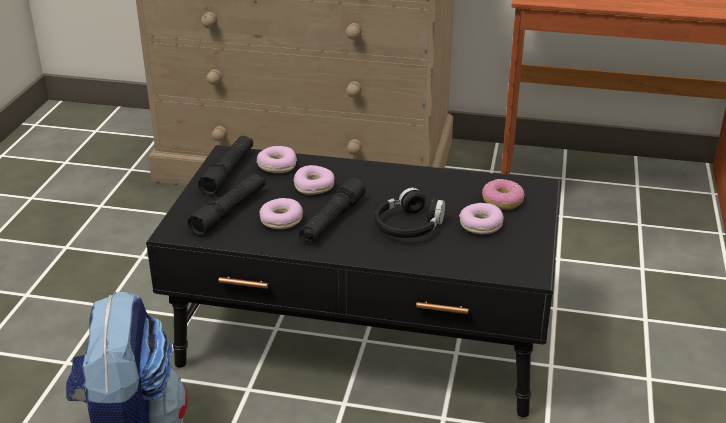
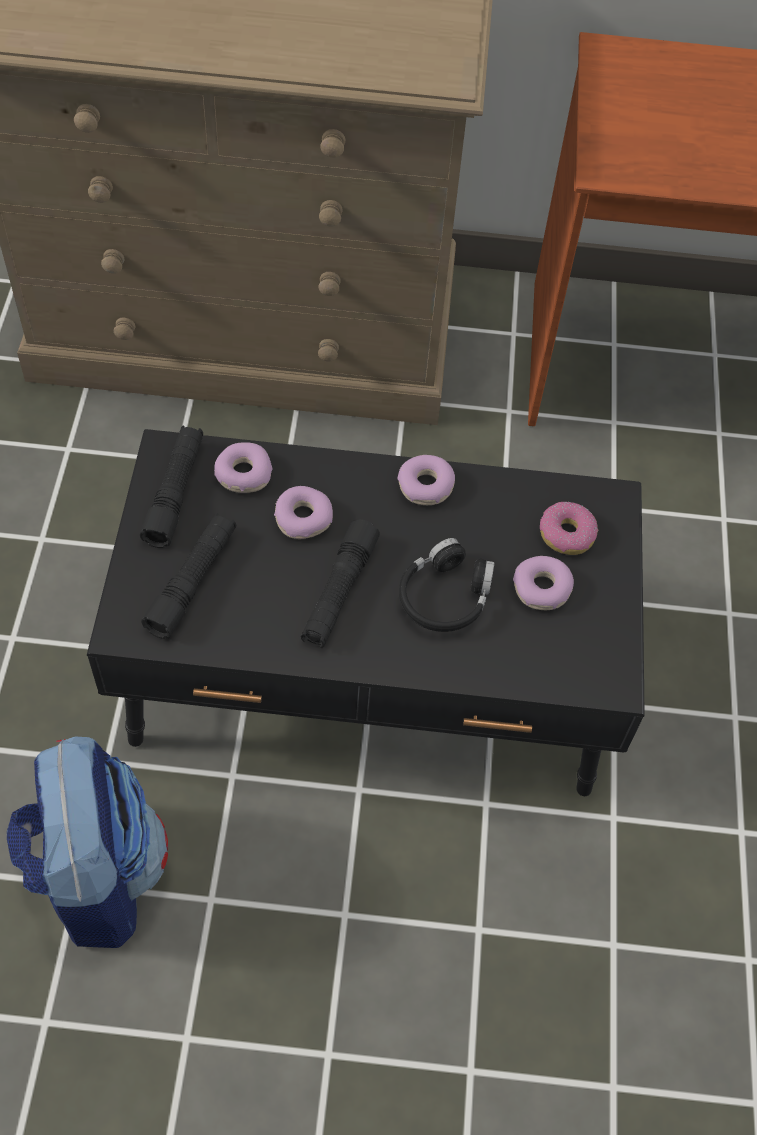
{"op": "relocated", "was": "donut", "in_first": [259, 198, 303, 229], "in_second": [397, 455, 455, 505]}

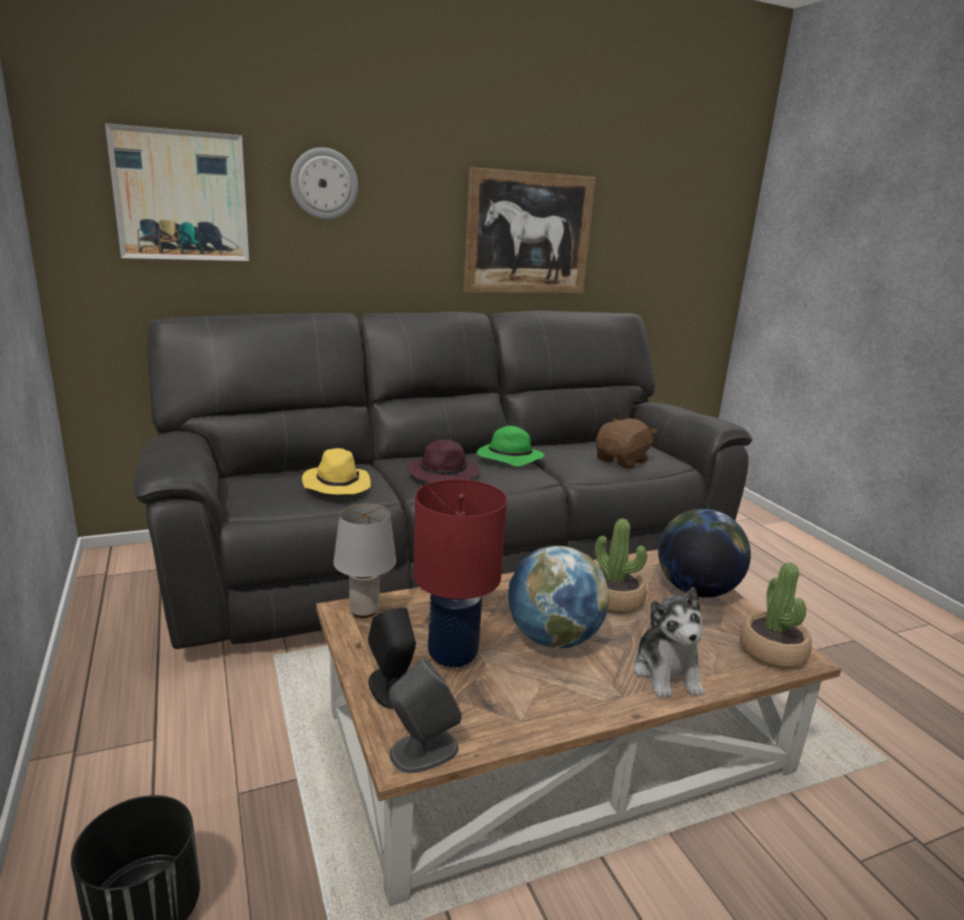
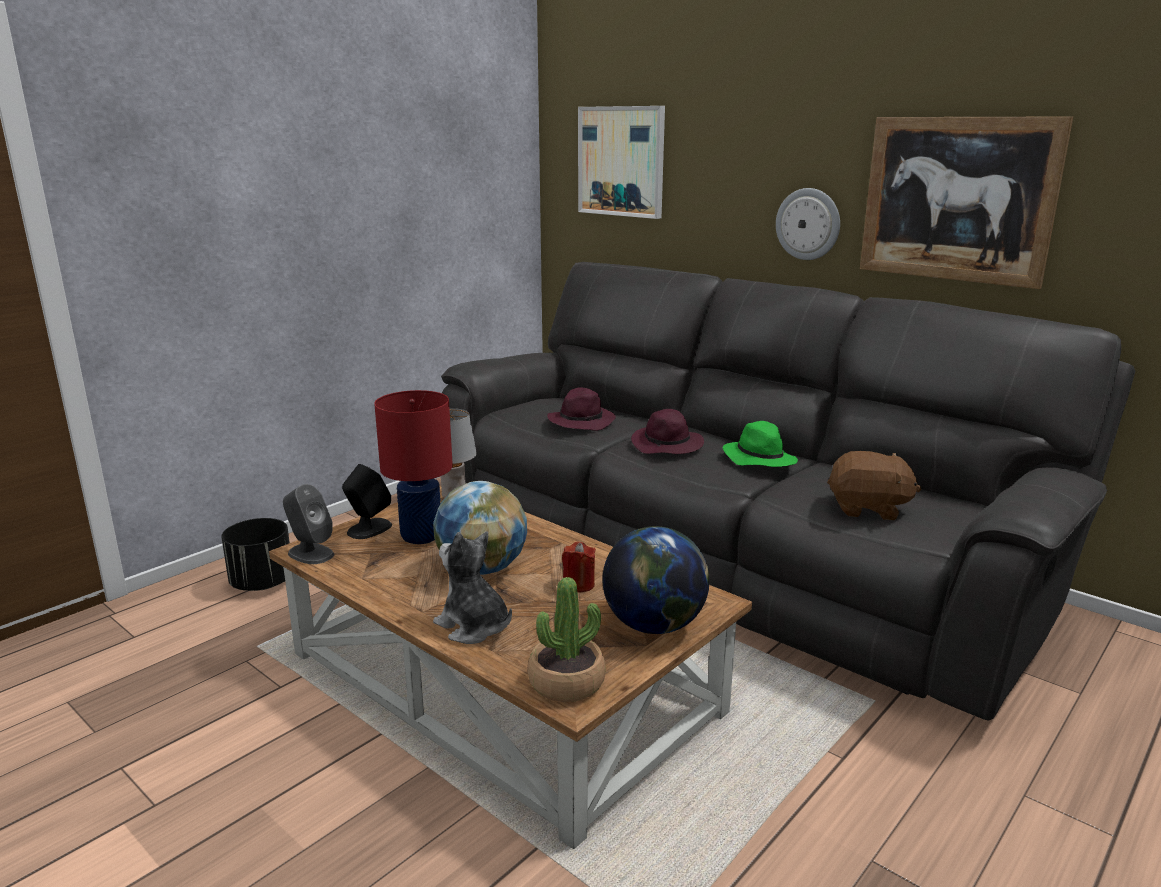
{"op": "relocated", "was": "wall_clock", "in_first": [291, 147, 358, 220], "in_second": [776, 188, 840, 260]}
{"op": "colour", "was": "yellow_hat", "now": "purple_hat", "in_first": [302, 448, 371, 495], "in_second": [547, 387, 616, 431]}
{"op": "exchanged", "was": "potted_plant", "now": "red_candle", "in_first": [595, 519, 647, 614], "in_second": [562, 542, 596, 592]}
{"op": "spun", "was": "plush_toy", "in_first": [633, 587, 704, 698], "in_second": [433, 531, 512, 644], "clockwise": 75}

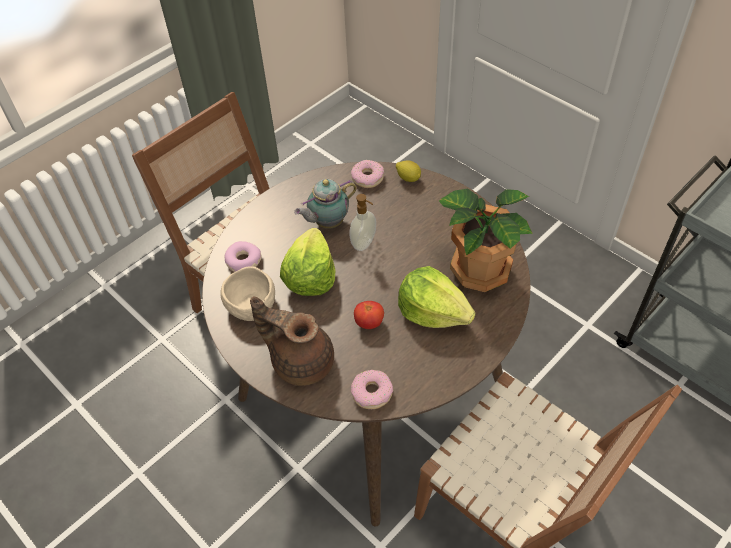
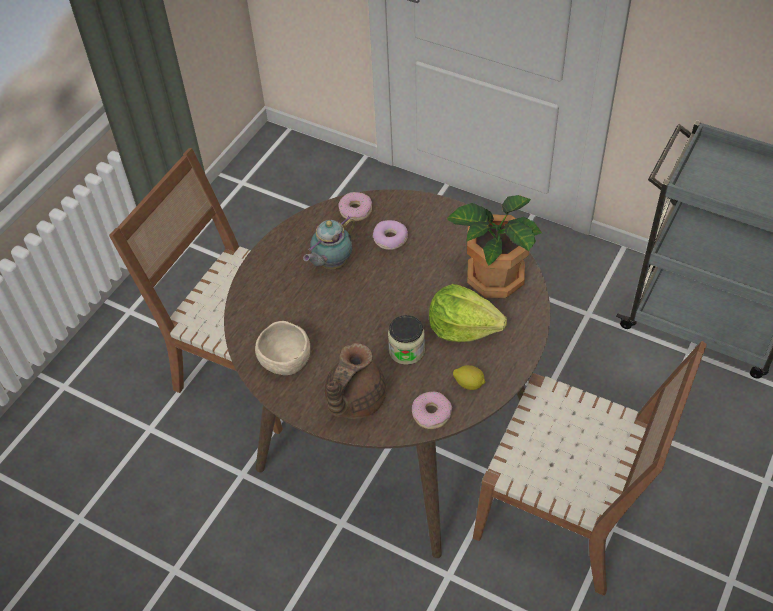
{"op": "relocated", "was": "lemon", "in_first": [396, 160, 421, 182], "in_second": [453, 365, 485, 390]}
{"op": "missing", "was": "soap_dispenser", "in_first": [349, 194, 376, 251]}
{"op": "missing", "was": "lettuce", "in_first": [280, 228, 335, 296]}
{"op": "relocated", "was": "donut", "in_first": [224, 241, 261, 272], "in_second": [373, 220, 408, 250]}
{"op": "spun", "was": "brown_teapot", "in_first": [250, 297, 334, 386], "in_second": [325, 343, 386, 419], "clockwise": -75}
{"op": "exchanged", "was": "tomato", "now": "jar", "in_first": [354, 301, 384, 329], "in_second": [388, 315, 425, 365]}

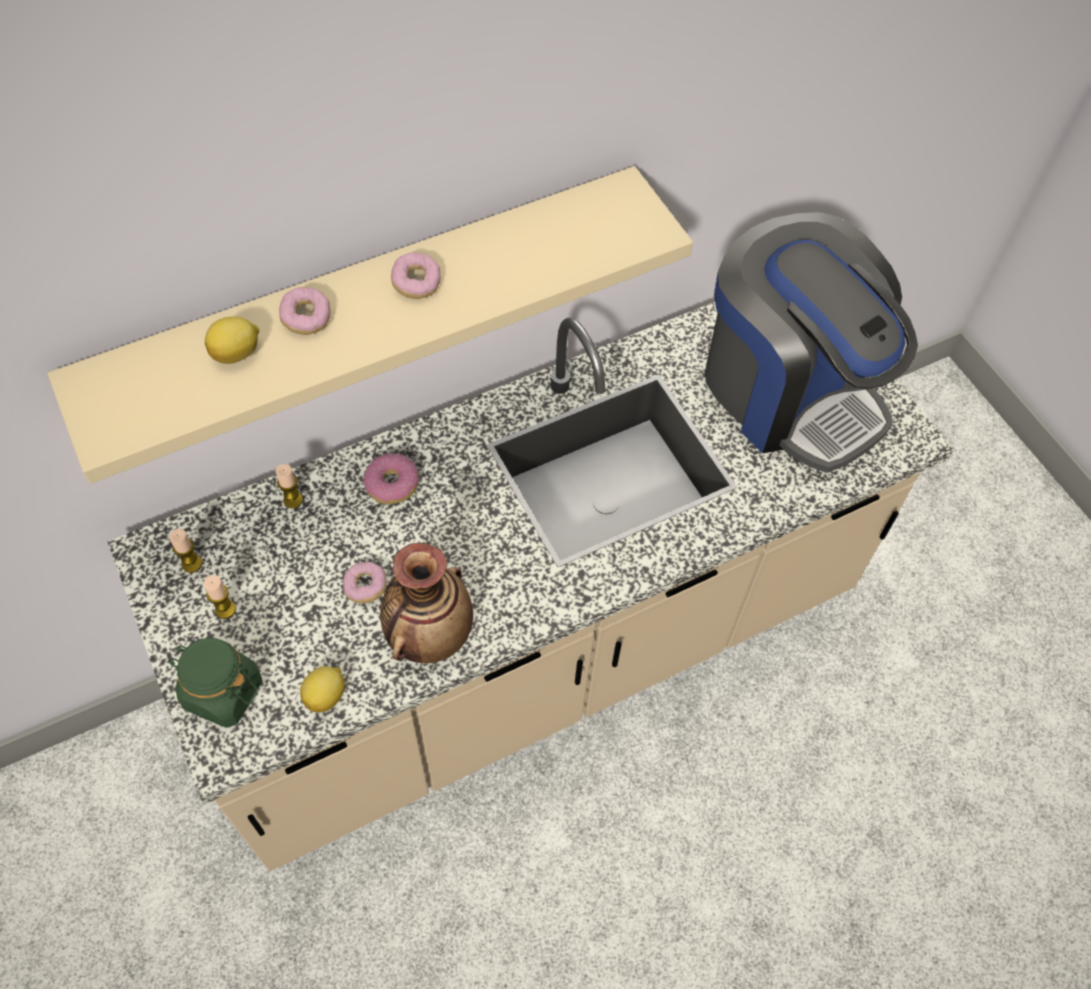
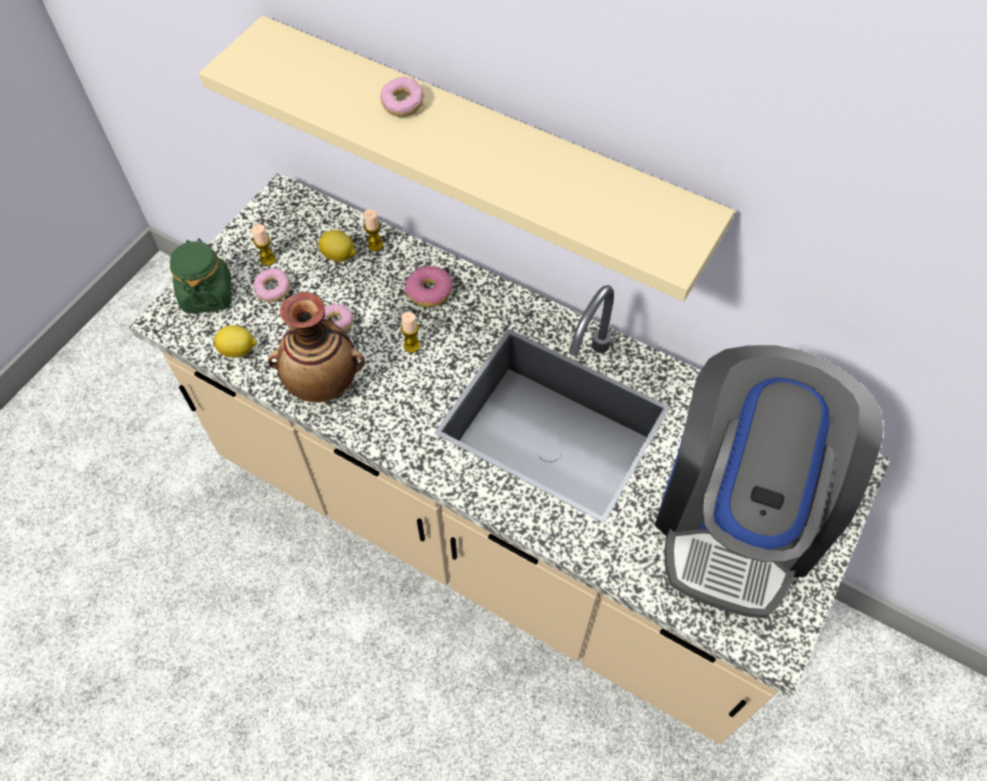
{"op": "relocated", "was": "donut", "in_first": [391, 252, 440, 299], "in_second": [253, 268, 290, 302]}
{"op": "relocated", "was": "lemon", "in_first": [205, 317, 259, 364], "in_second": [319, 230, 356, 262]}
{"op": "relocated", "was": "candle", "in_first": [169, 529, 202, 573], "in_second": [401, 312, 420, 353]}

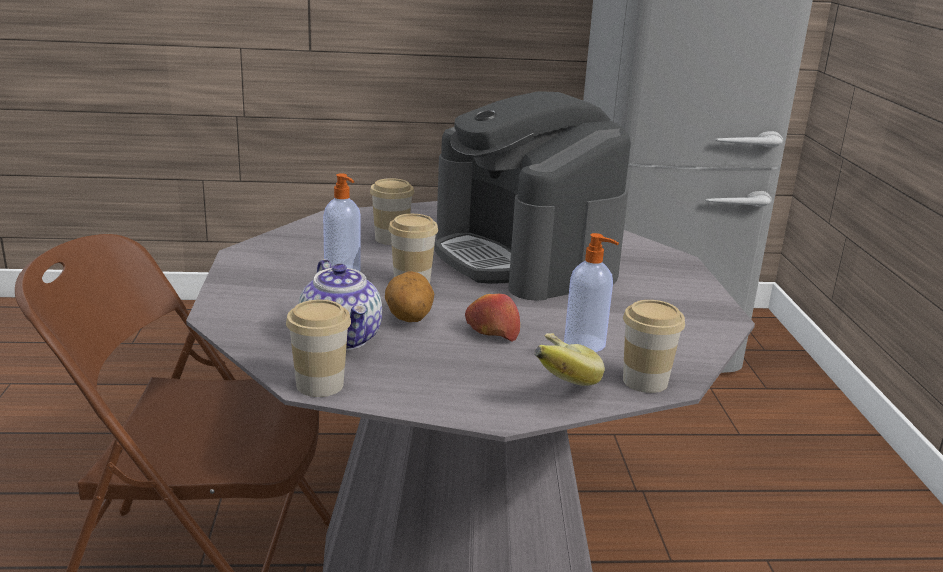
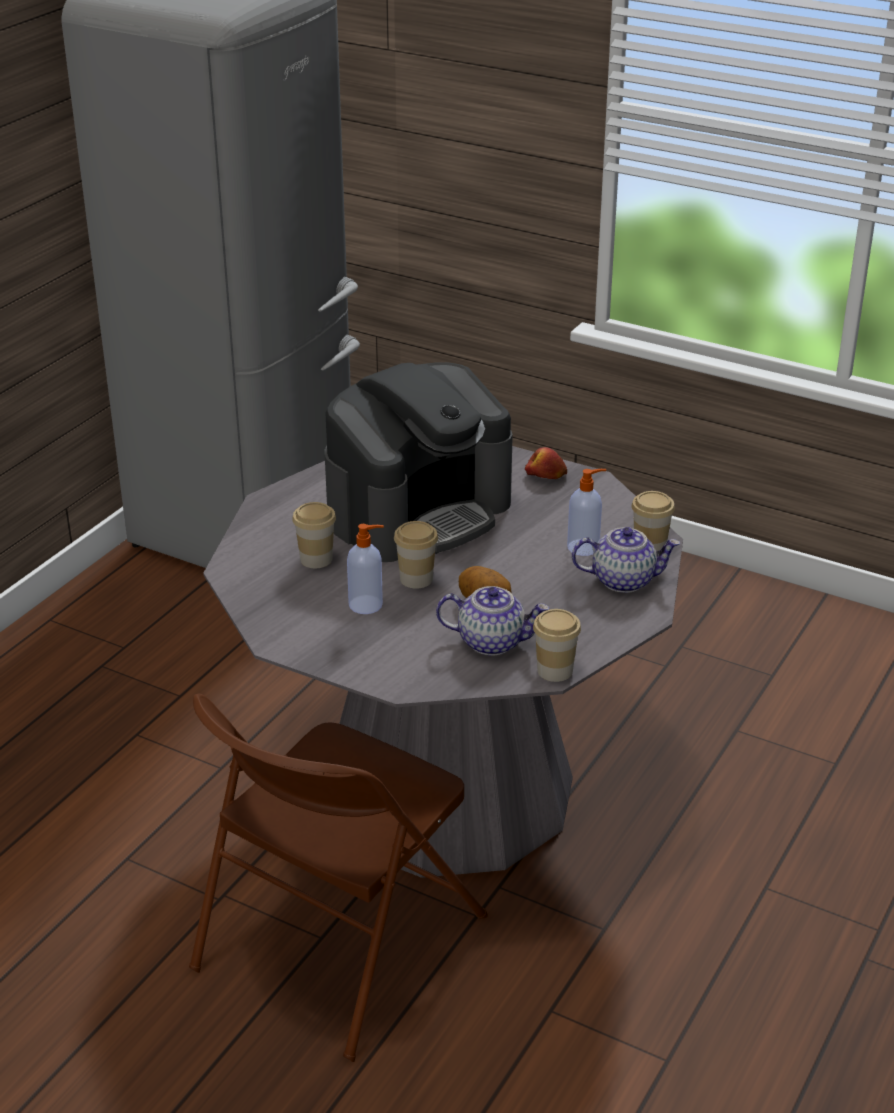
{"op": "spun", "was": "coffee_machine", "in_first": [434, 91, 631, 301], "in_second": [325, 362, 513, 562], "clockwise": -45}
{"op": "relocated", "was": "apple", "in_first": [465, 294, 520, 342], "in_second": [525, 447, 567, 479]}
{"op": "exchanged", "was": "banana", "now": "teapot", "in_first": [534, 333, 605, 386], "in_second": [572, 527, 680, 593]}

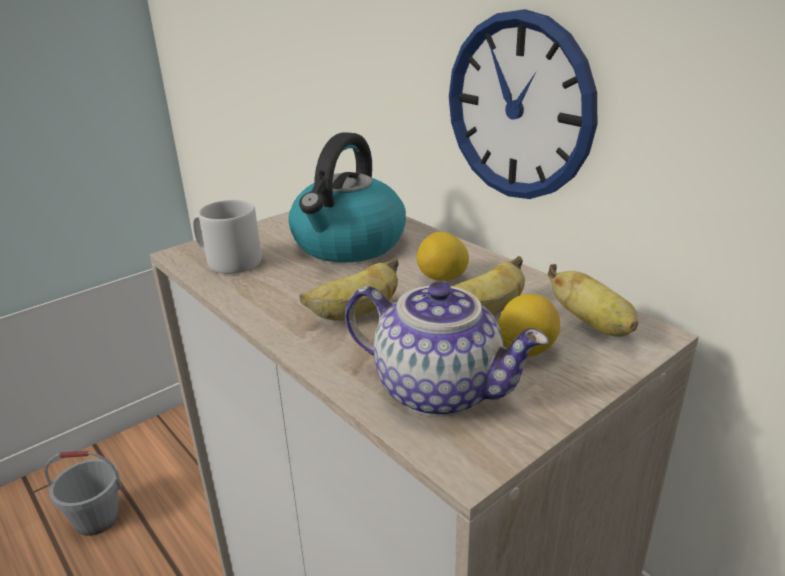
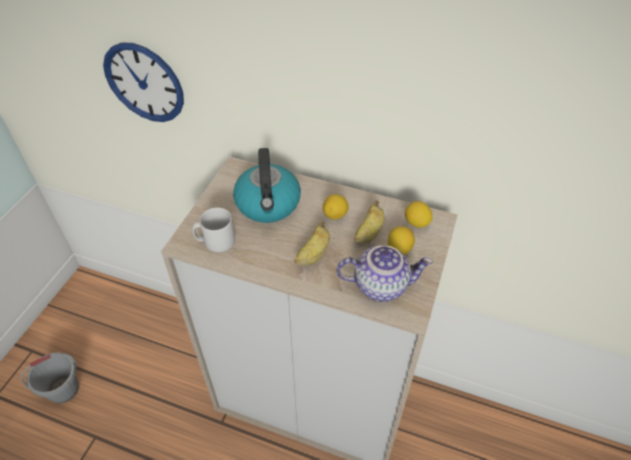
{"op": "relocated", "was": "wall_clock", "in_first": [449, 9, 597, 199], "in_second": [103, 42, 184, 122]}
{"op": "exchanged", "was": "banana", "now": "lemon", "in_first": [548, 264, 638, 337], "in_second": [405, 201, 432, 228]}

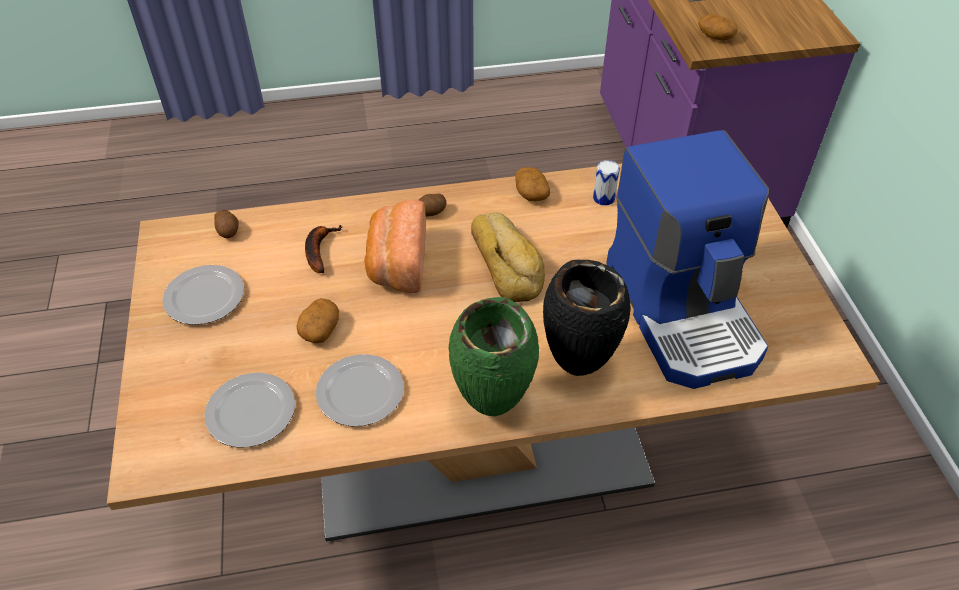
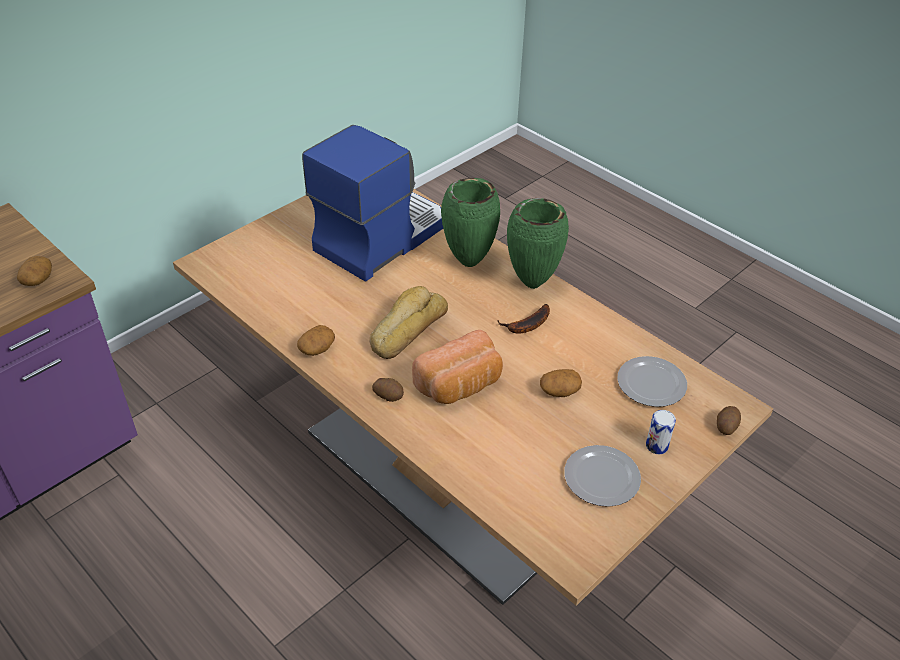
{"op": "relocated", "was": "can", "in_first": [593, 160, 620, 206], "in_second": [646, 410, 676, 454]}
{"op": "relocated", "was": "potato", "in_first": [214, 210, 239, 238], "in_second": [717, 406, 741, 435]}
{"op": "relocated", "was": "banana", "in_first": [305, 225, 342, 273], "in_second": [498, 304, 550, 334]}
{"op": "colour", "was": "black_vase", "now": "green_vase", "in_first": [543, 260, 631, 376], "in_second": [441, 178, 500, 267]}
{"op": "missing", "was": "plate", "in_first": [316, 354, 404, 426]}

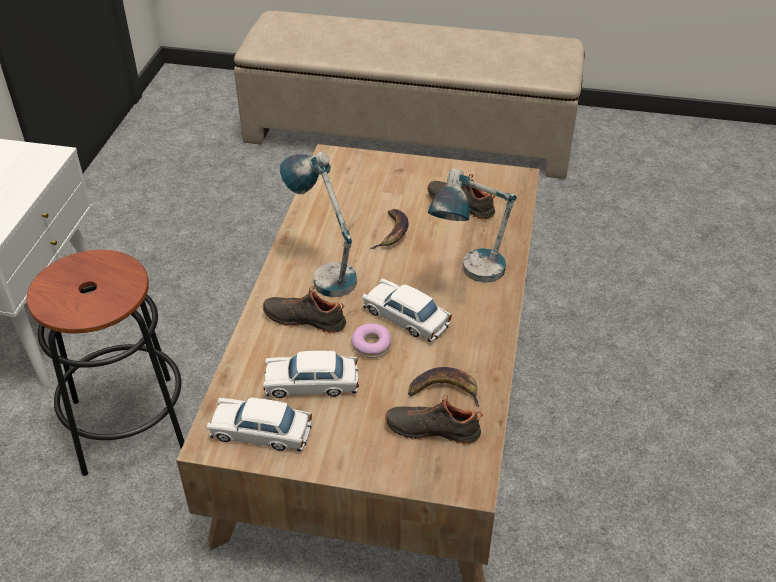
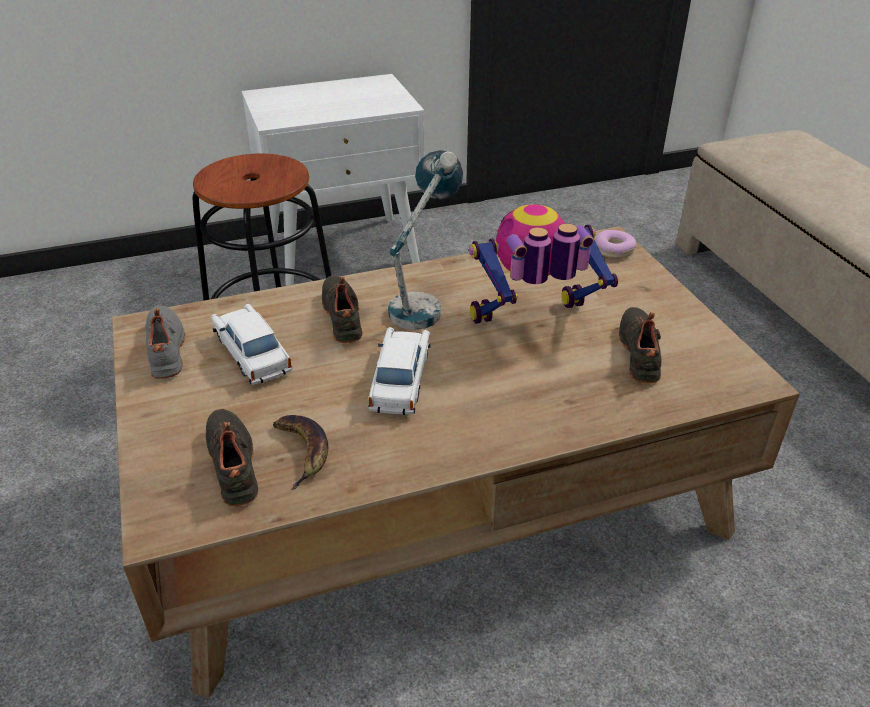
{"op": "missing", "was": "table_lamp", "in_first": [428, 169, 517, 283]}
{"op": "exchanged", "was": "banana", "now": "toy_robot", "in_first": [371, 209, 409, 249], "in_second": [469, 204, 618, 324]}
{"op": "relocated", "was": "donut", "in_first": [351, 323, 391, 358], "in_second": [595, 230, 636, 259]}
{"op": "exchanged", "was": "white_toy_car", "now": "grey_shoe", "in_first": [207, 397, 312, 452], "in_second": [145, 305, 185, 379]}

